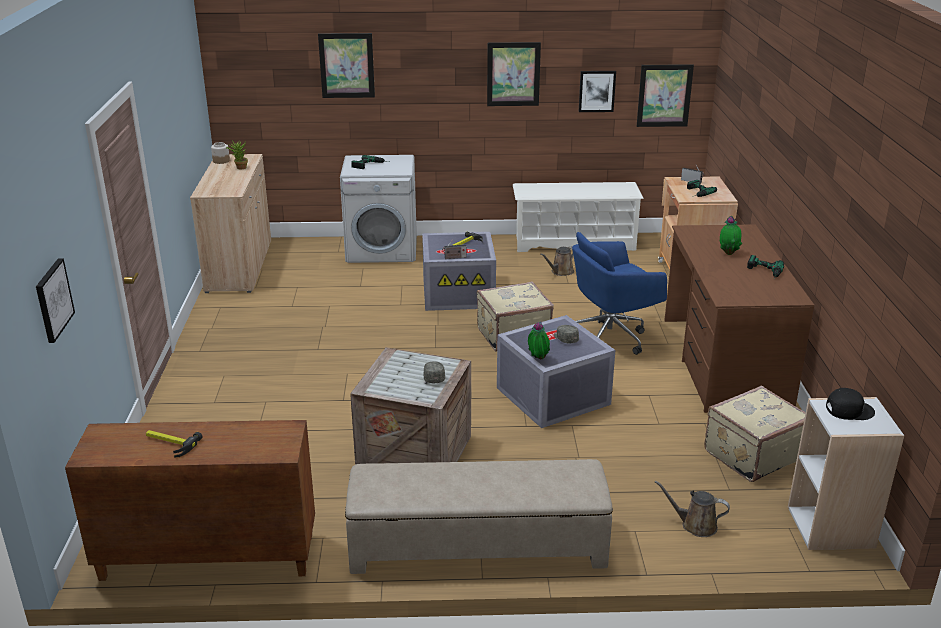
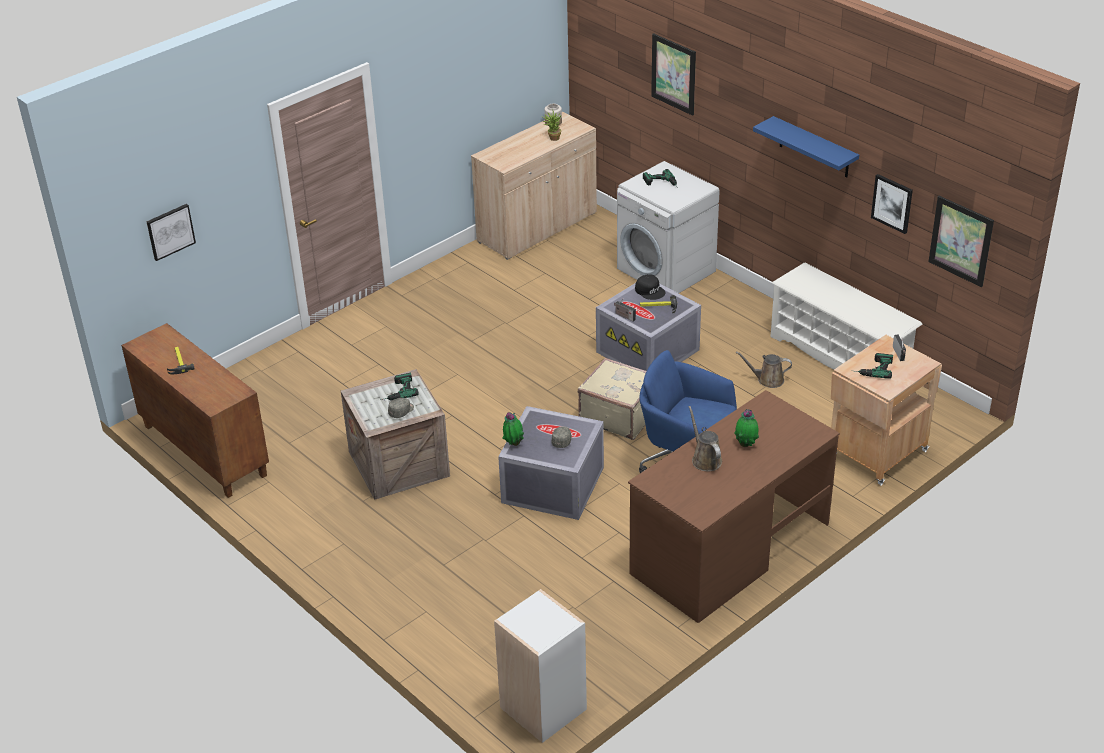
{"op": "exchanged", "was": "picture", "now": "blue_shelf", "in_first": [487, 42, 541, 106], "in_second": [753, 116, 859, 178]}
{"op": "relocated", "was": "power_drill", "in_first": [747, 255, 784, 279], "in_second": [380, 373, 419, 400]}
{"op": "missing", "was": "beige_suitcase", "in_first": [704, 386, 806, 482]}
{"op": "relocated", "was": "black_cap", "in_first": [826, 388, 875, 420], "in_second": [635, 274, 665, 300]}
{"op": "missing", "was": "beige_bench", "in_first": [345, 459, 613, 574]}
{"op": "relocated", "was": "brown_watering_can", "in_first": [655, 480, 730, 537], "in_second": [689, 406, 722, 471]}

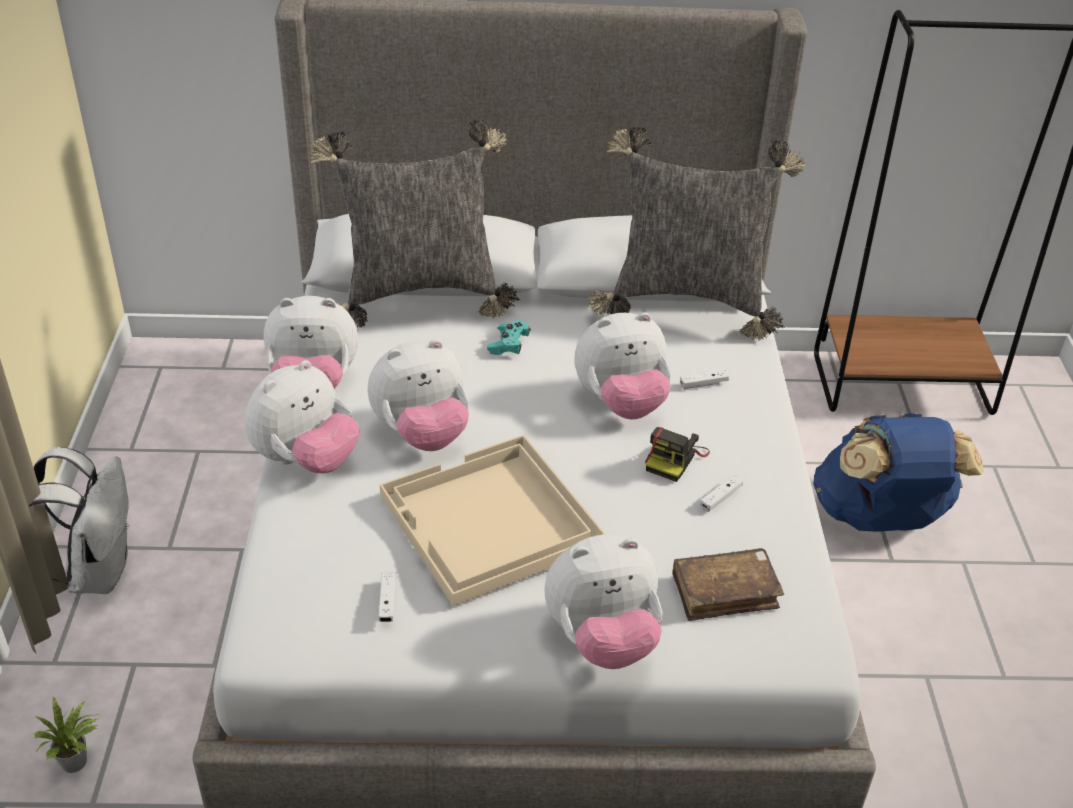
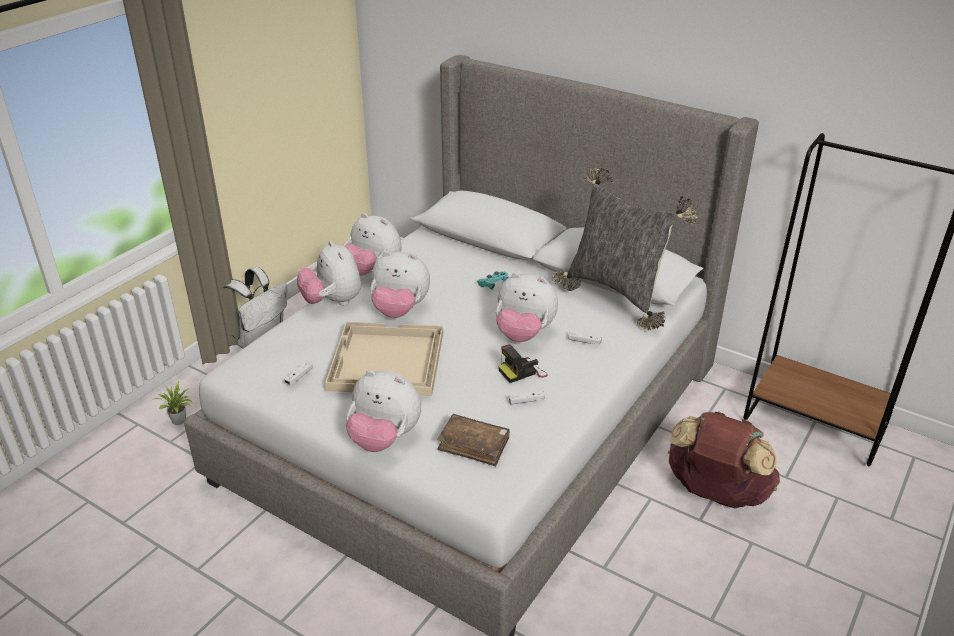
{"op": "missing", "was": "pillow", "in_first": [310, 120, 520, 327]}
{"op": "spun", "was": "plush_toy", "in_first": [245, 360, 359, 473], "in_second": [297, 241, 361, 305], "clockwise": 75}
{"op": "colour", "was": "blue_backpack", "now": "brown_backpack", "in_first": [814, 413, 984, 532], "in_second": [668, 411, 780, 508]}

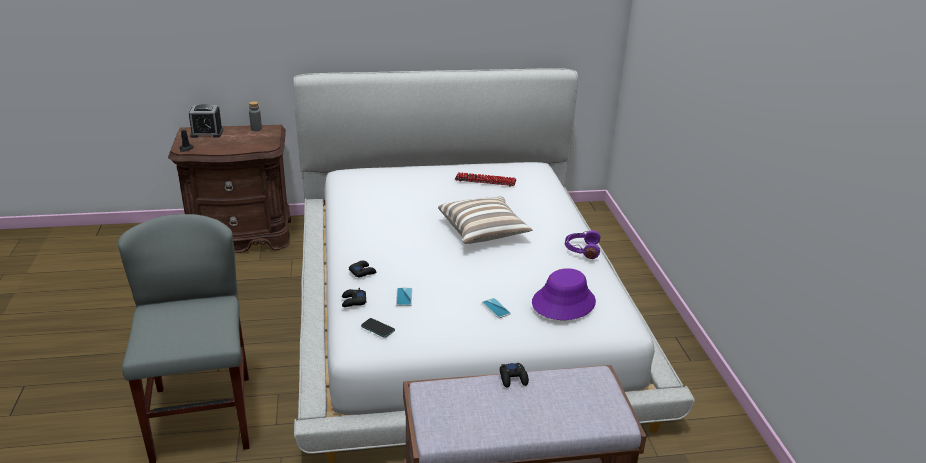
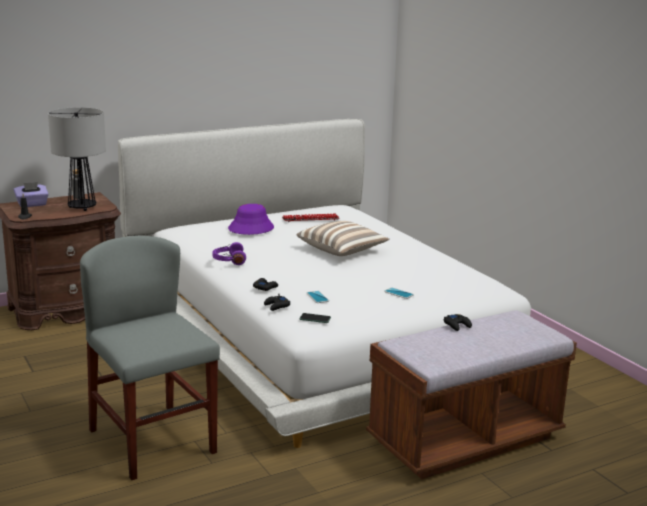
{"op": "exchanged", "was": "alarm_clock", "now": "purple_tissue_box", "in_first": [189, 104, 223, 138], "in_second": [14, 182, 49, 207]}
{"op": "relocated", "was": "purple_headphones", "in_first": [565, 230, 601, 259], "in_second": [213, 242, 246, 265]}
{"op": "relocated", "was": "purple_hat", "in_first": [532, 268, 596, 320], "in_second": [228, 204, 274, 235]}
{"op": "appeared", "now": "table_lamp", "in_second": [48, 107, 106, 211]}

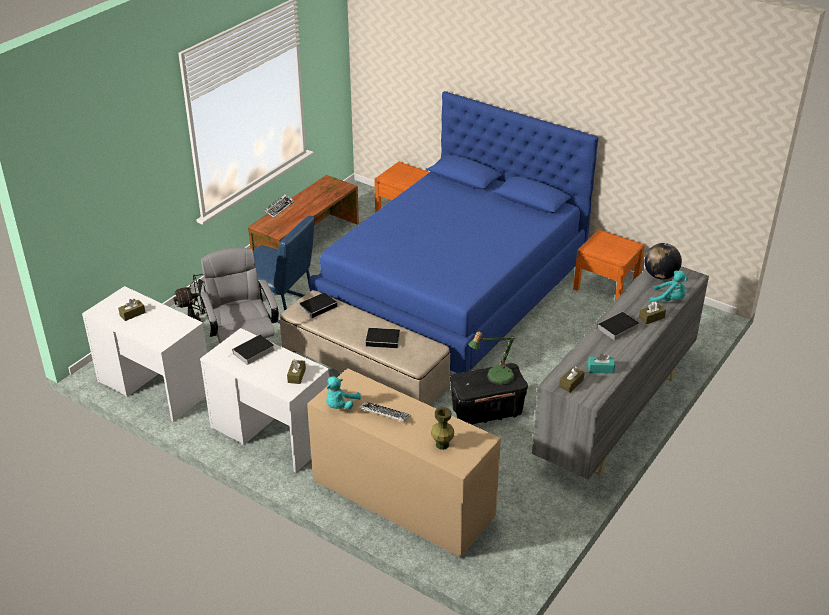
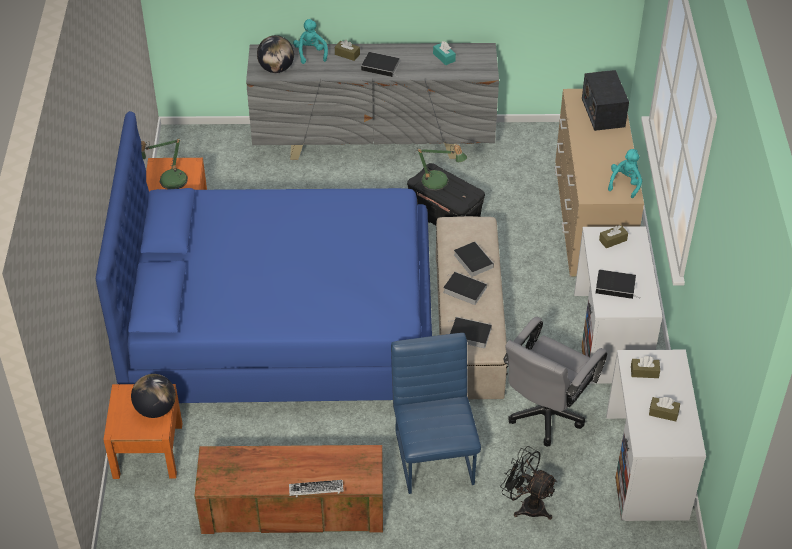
{"op": "relocated", "was": "brown_tissue_box", "in_first": [559, 366, 585, 393], "in_second": [631, 356, 660, 378]}
{"op": "spun", "was": "turquoise_plush_toy", "in_first": [326, 376, 361, 409], "in_second": [608, 149, 642, 198], "clockwise": -60}
{"op": "missing", "was": "keyboard", "in_first": [359, 402, 411, 422]}
{"op": "exchanged", "was": "green_vase", "now": "radio", "in_first": [431, 407, 454, 450], "in_second": [582, 70, 629, 131]}
{"op": "appeared", "now": "table_lamp", "in_second": [141, 138, 188, 189]}
{"op": "appeared", "now": "book", "in_second": [443, 272, 487, 305]}
{"op": "appeared", "now": "globe", "in_second": [131, 374, 176, 418]}

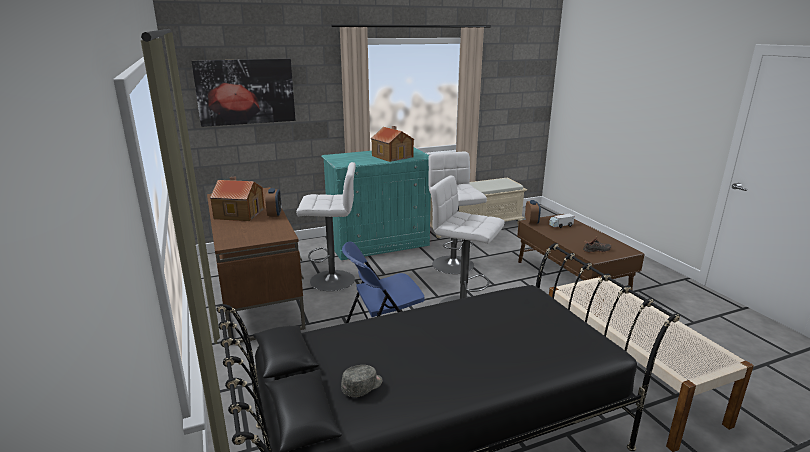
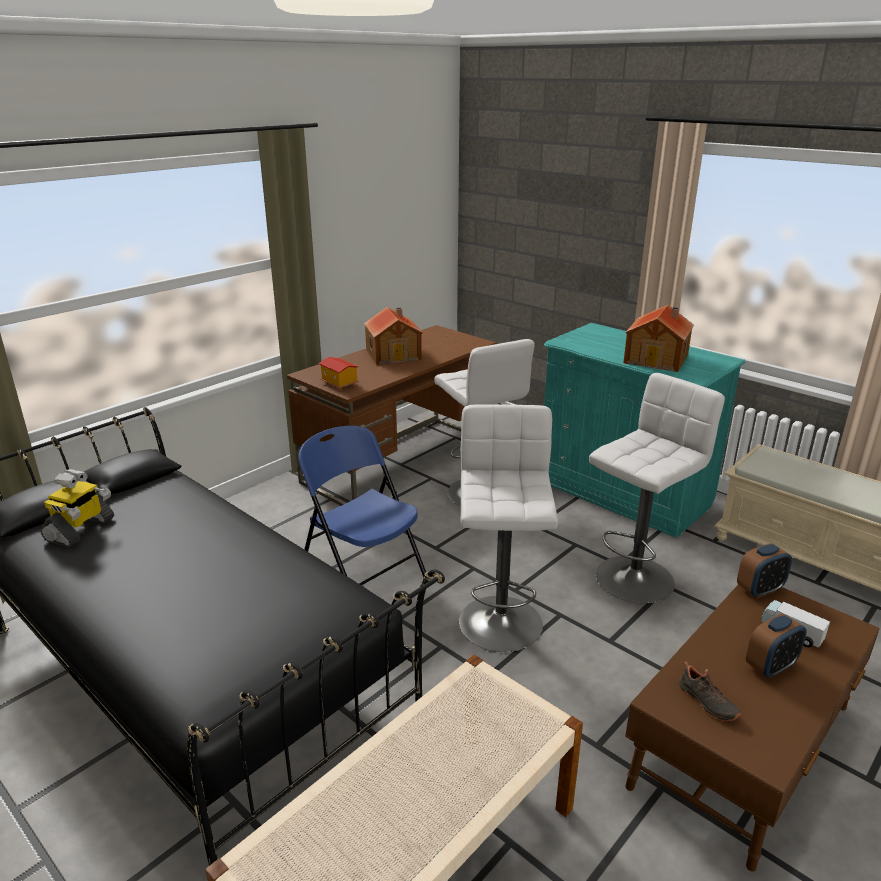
{"op": "missing", "was": "picture", "in_first": [191, 59, 296, 127]}
{"op": "relocated", "was": "alarm_clock", "in_first": [265, 188, 282, 217], "in_second": [746, 613, 807, 679]}
{"op": "exchanged", "was": "grey_cap", "now": "toy_robot", "in_first": [341, 365, 382, 397], "in_second": [40, 469, 114, 547]}
{"op": "appeared", "now": "toy_house", "in_second": [319, 357, 359, 390]}

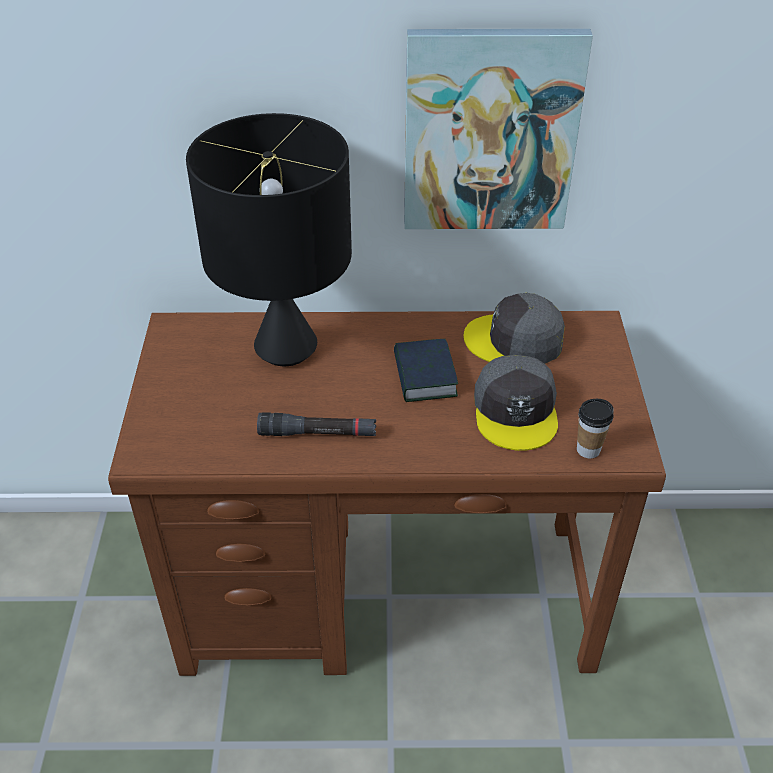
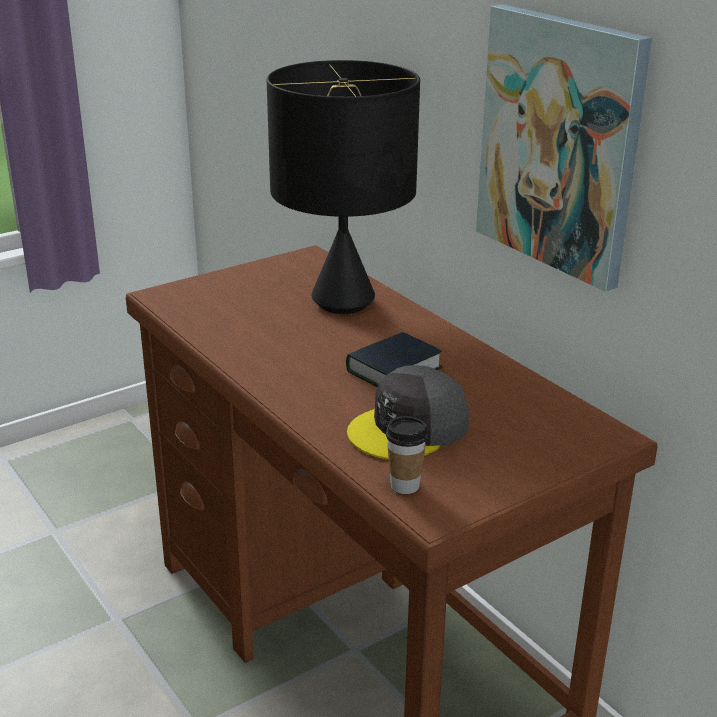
{"op": "missing", "was": "grey_cap", "in_first": [463, 293, 565, 364]}
{"op": "missing", "was": "black_flashlight", "in_first": [257, 412, 376, 436]}

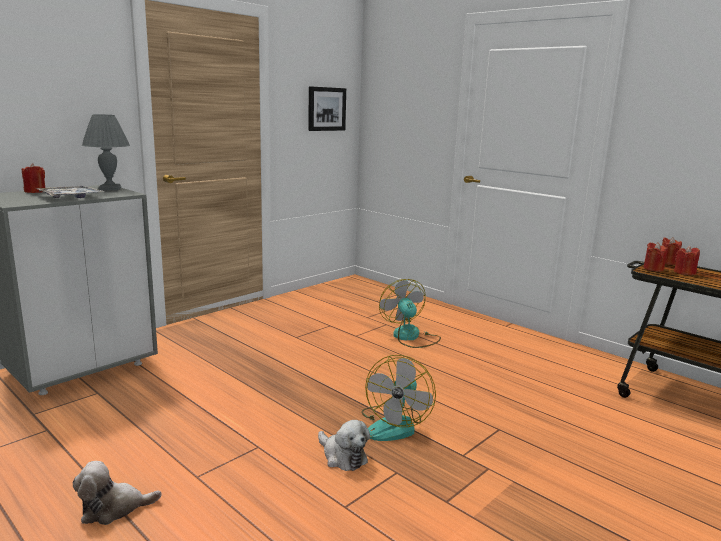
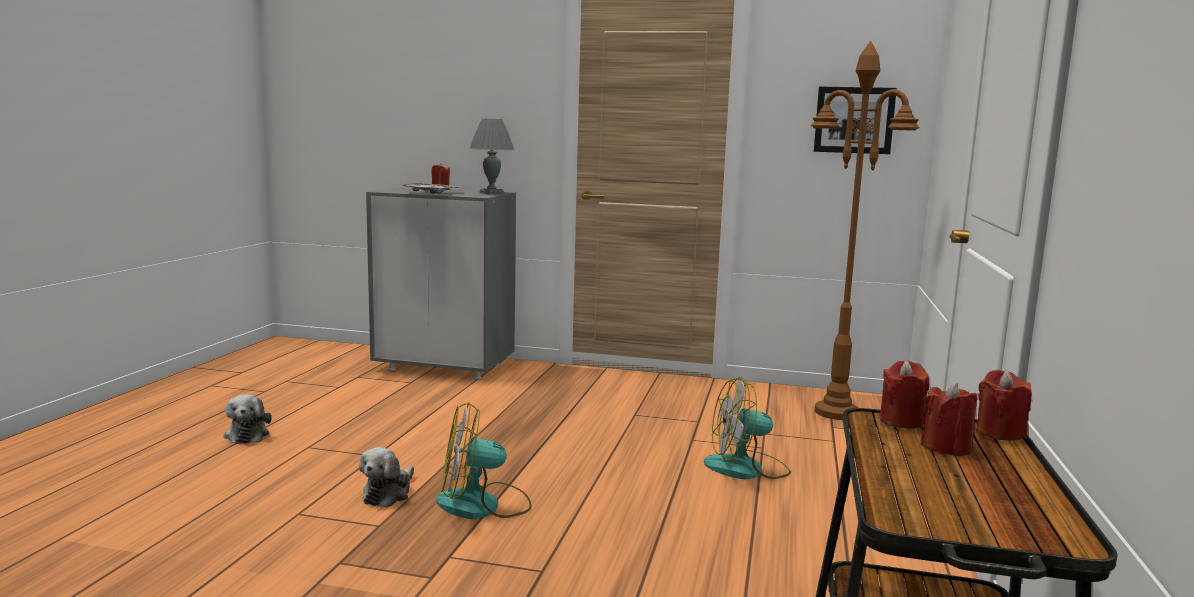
{"op": "spun", "was": "fan", "in_first": [379, 279, 441, 348], "in_second": [704, 377, 791, 479], "clockwise": -135}
{"op": "spun", "was": "plush_toy", "in_first": [73, 461, 162, 525], "in_second": [223, 394, 272, 444], "clockwise": -150}
{"op": "appeared", "now": "brown_floor_lamp", "in_second": [811, 41, 919, 420]}

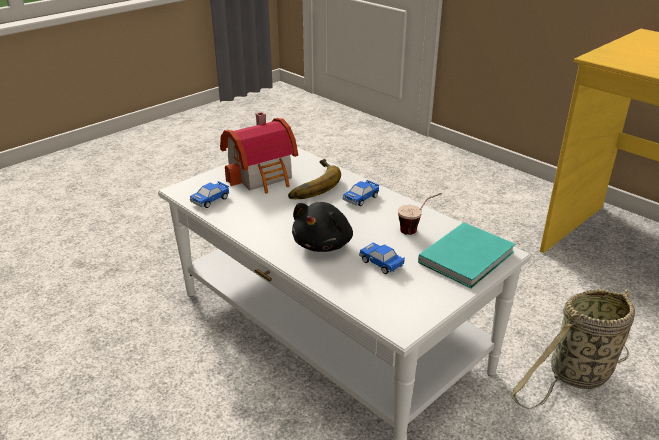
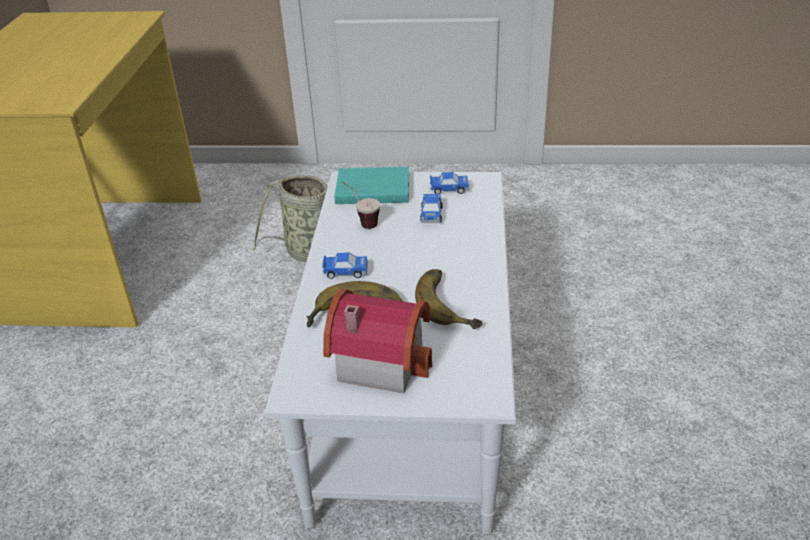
{"op": "relocated", "was": "toy_car", "in_first": [190, 181, 229, 208], "in_second": [430, 172, 469, 194]}
{"op": "missing", "was": "black_plush_toy", "in_first": [292, 202, 353, 252]}
{"op": "appeared", "now": "banana", "in_second": [415, 269, 482, 329]}

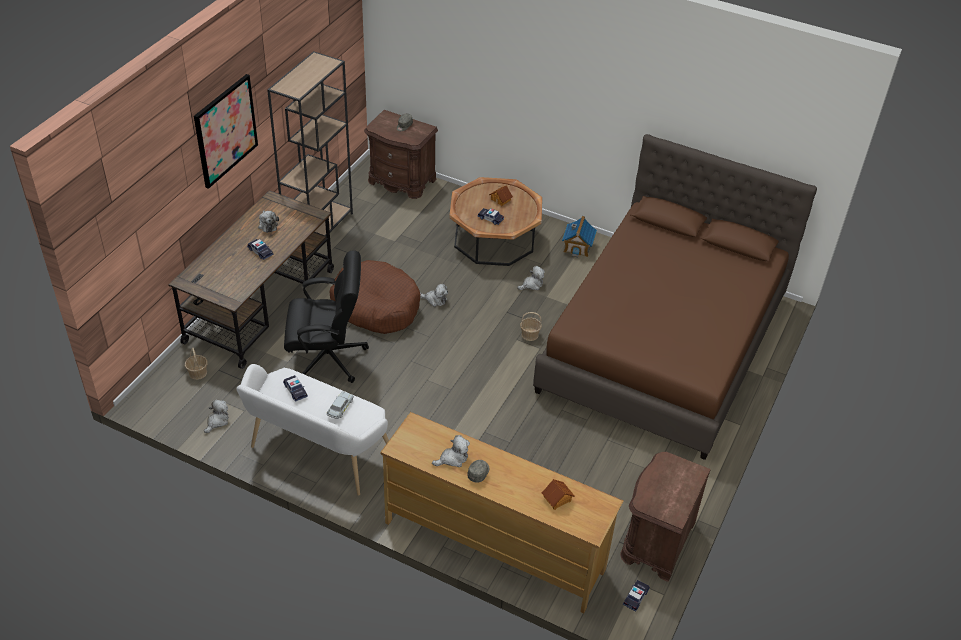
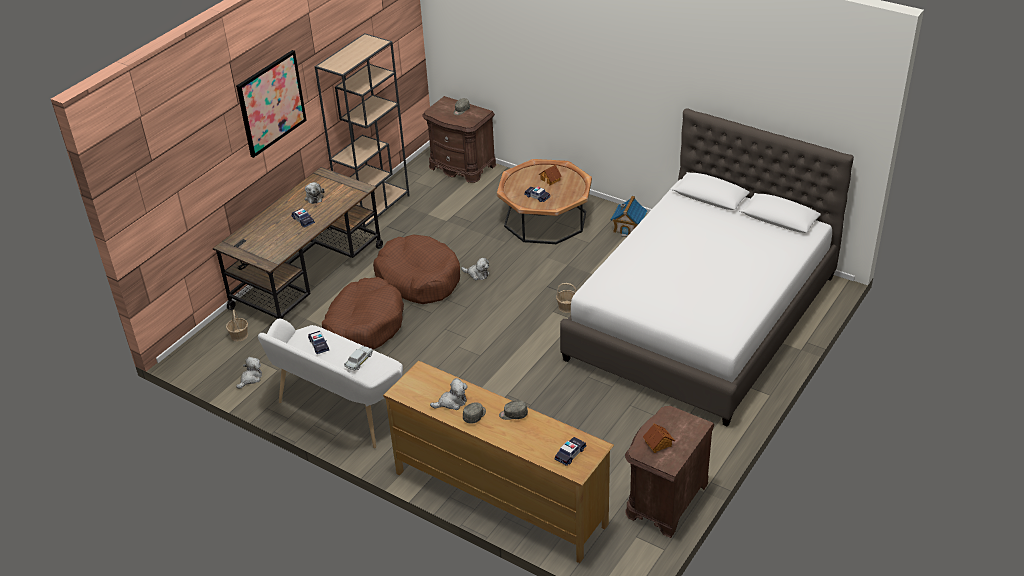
{"op": "colour", "was": "brown_bed", "now": "white_bed", "in_first": [533, 134, 817, 460], "in_second": [560, 109, 854, 427]}
{"op": "exchanged", "was": "black_office_chair", "now": "brown_dog_bed", "in_first": [284, 250, 369, 383], "in_second": [322, 277, 404, 350]}
{"op": "missing", "was": "plush_toy", "in_first": [517, 266, 545, 290]}
{"op": "relocated", "was": "toy_house", "in_first": [542, 479, 575, 510], "in_second": [643, 423, 675, 453]}
{"op": "relocated", "was": "toy_car", "in_first": [623, 580, 650, 612], "in_second": [554, 437, 586, 466]}
{"op": "appeared", "now": "grey_cap", "in_second": [499, 400, 528, 420]}

